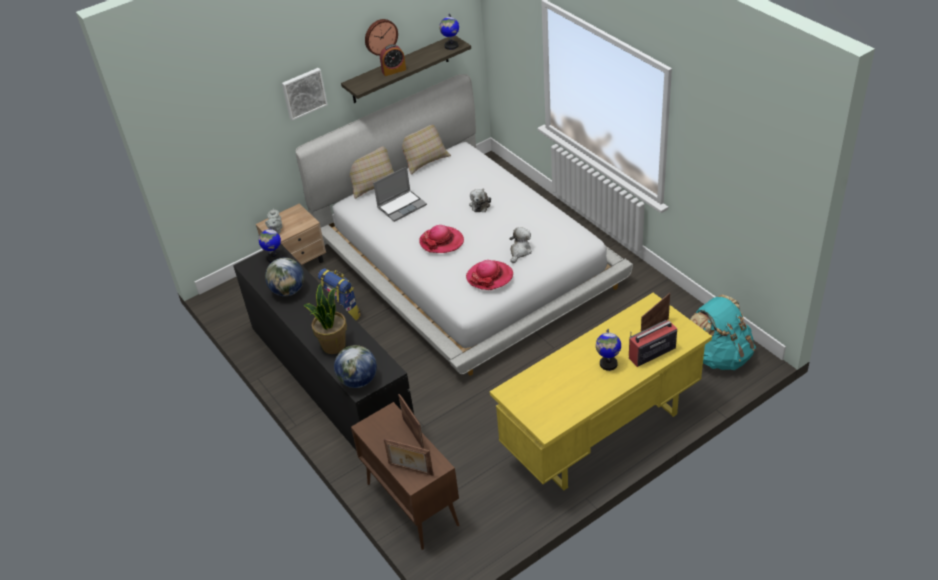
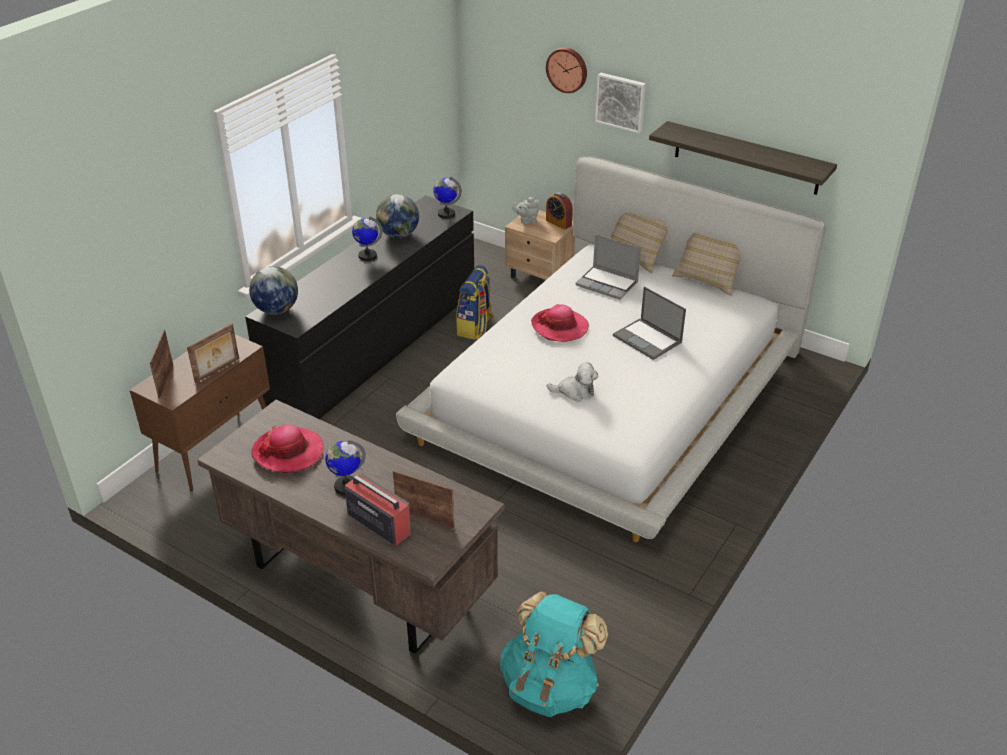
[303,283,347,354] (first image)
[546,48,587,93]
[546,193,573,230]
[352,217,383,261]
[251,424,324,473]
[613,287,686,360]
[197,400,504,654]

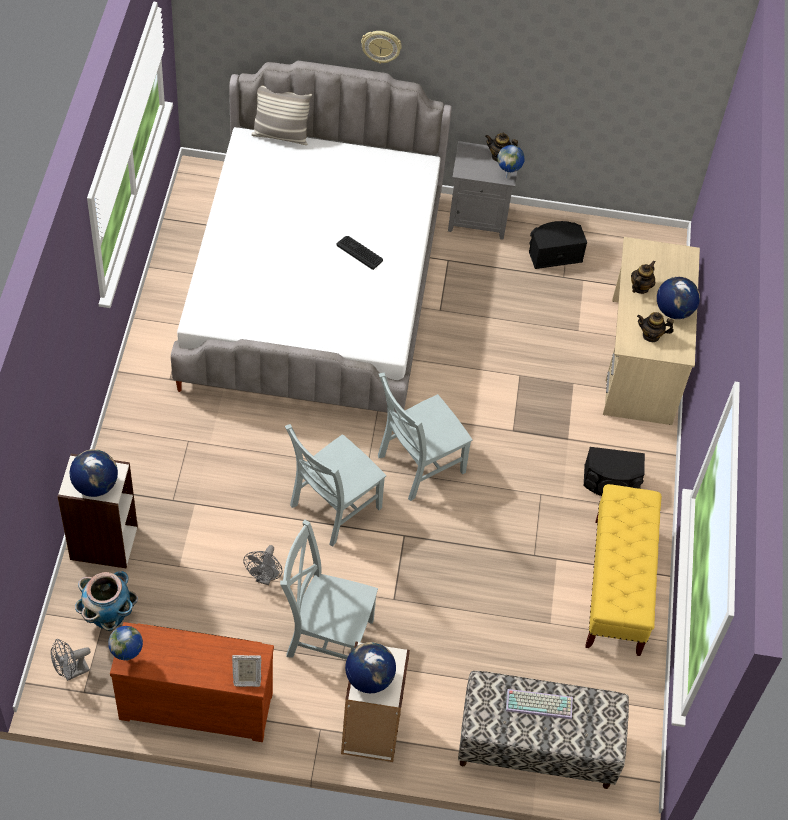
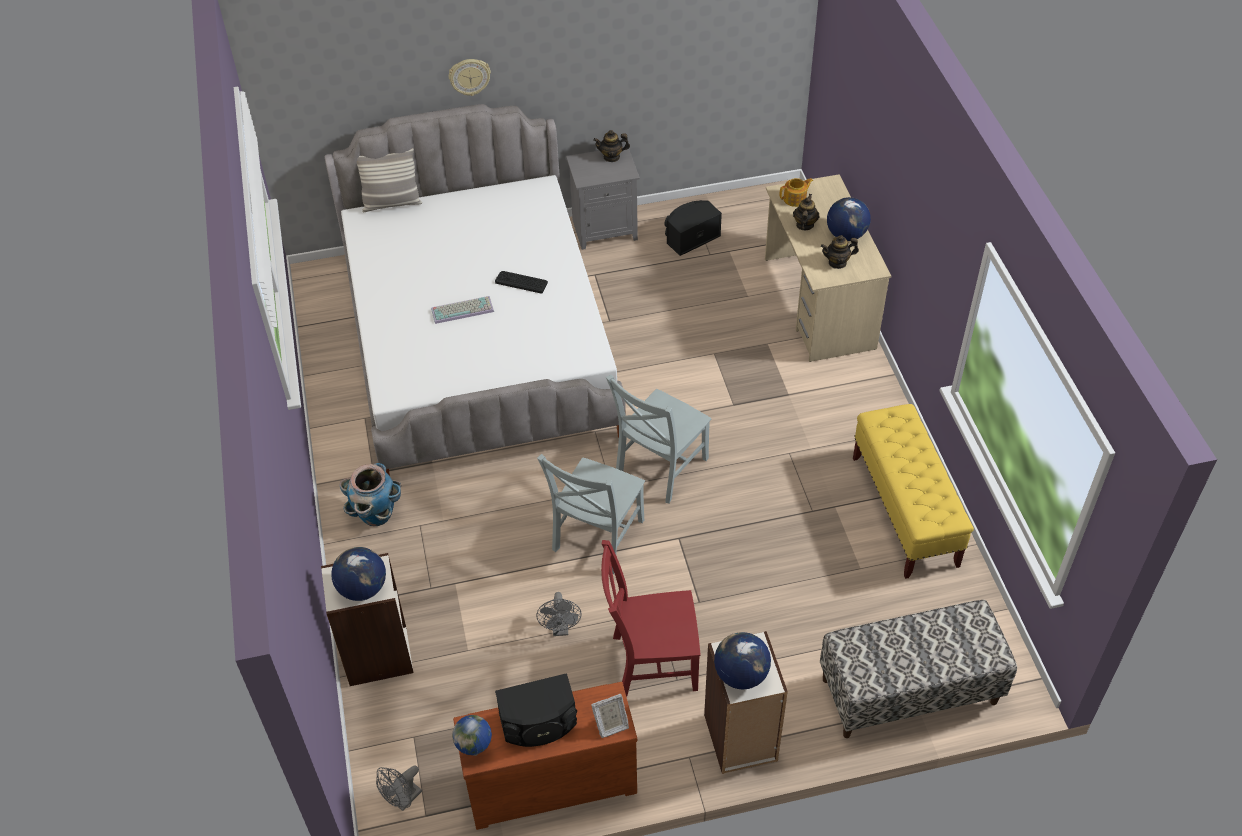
[339,463,401,526]
[601,540,701,697]
[497,145,525,178] (first image)
[431,296,494,324]
[495,673,577,747]
[780,178,813,207]

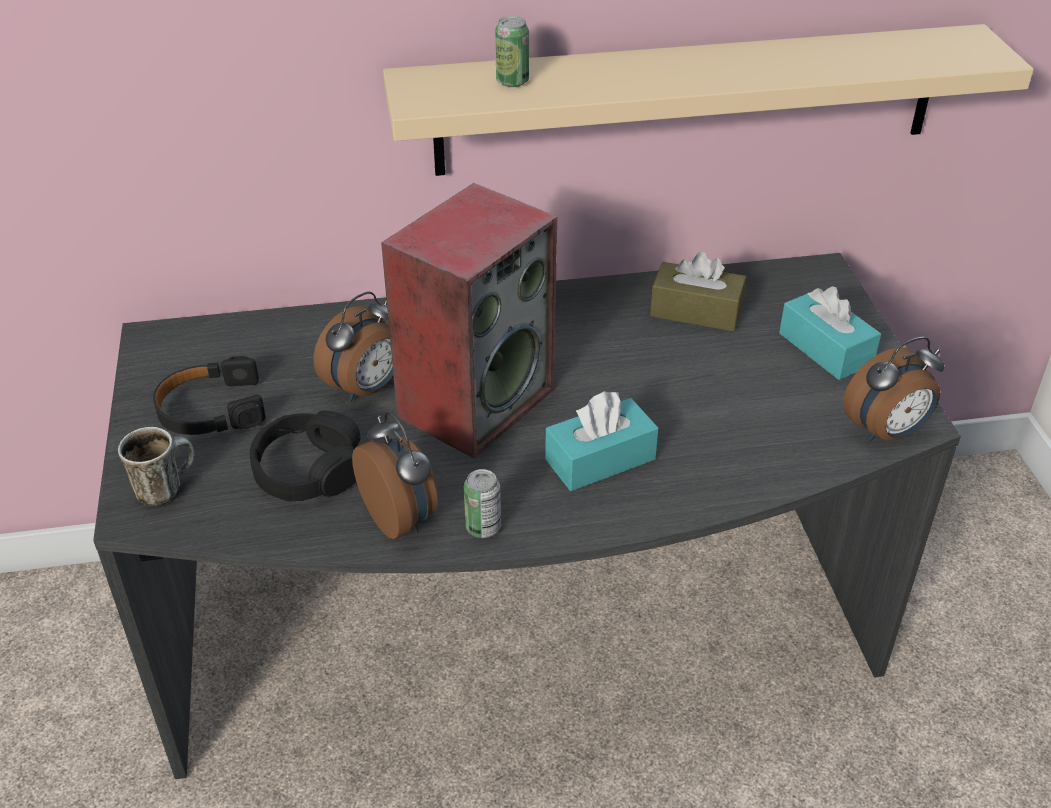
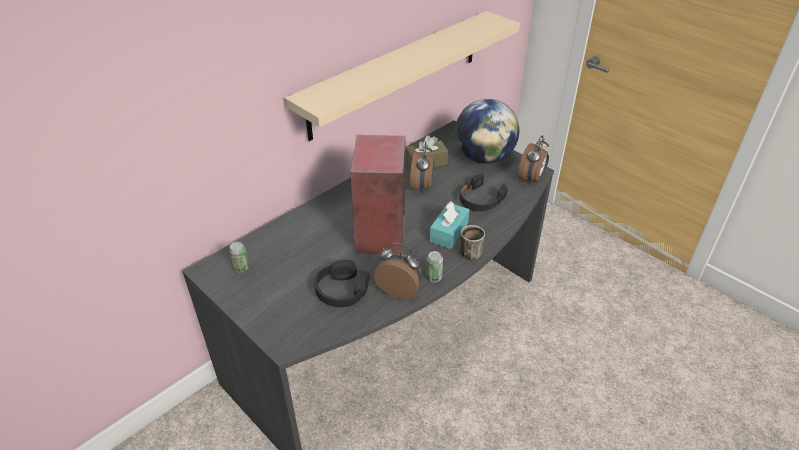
[461,225,485,261]
[459,174,508,211]
[410,142,434,193]
[229,242,249,272]
[455,99,519,164]

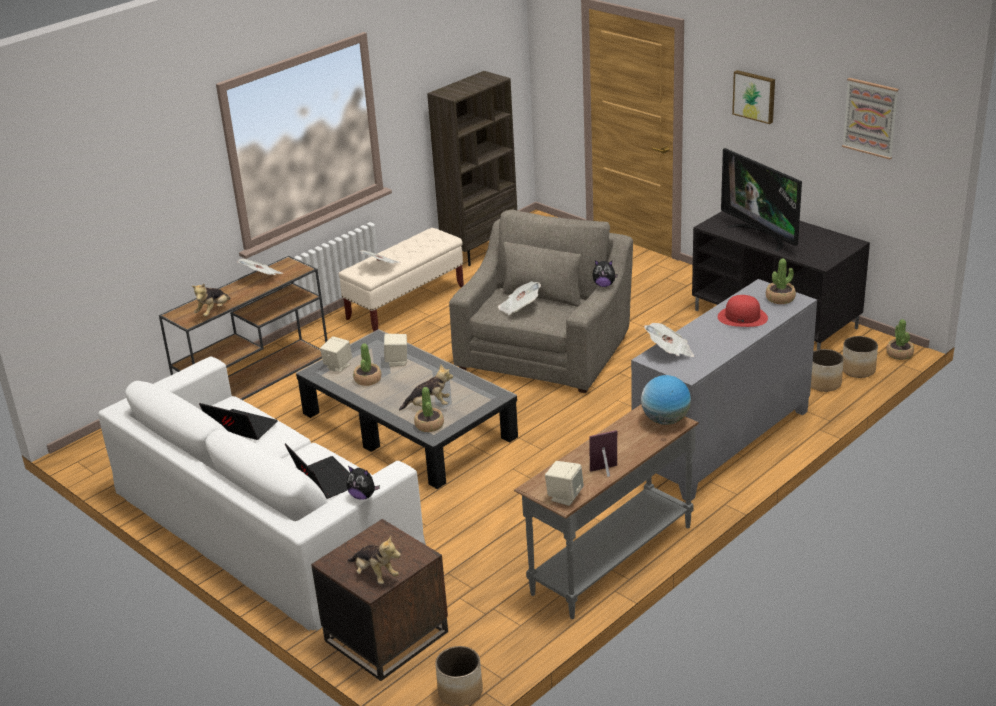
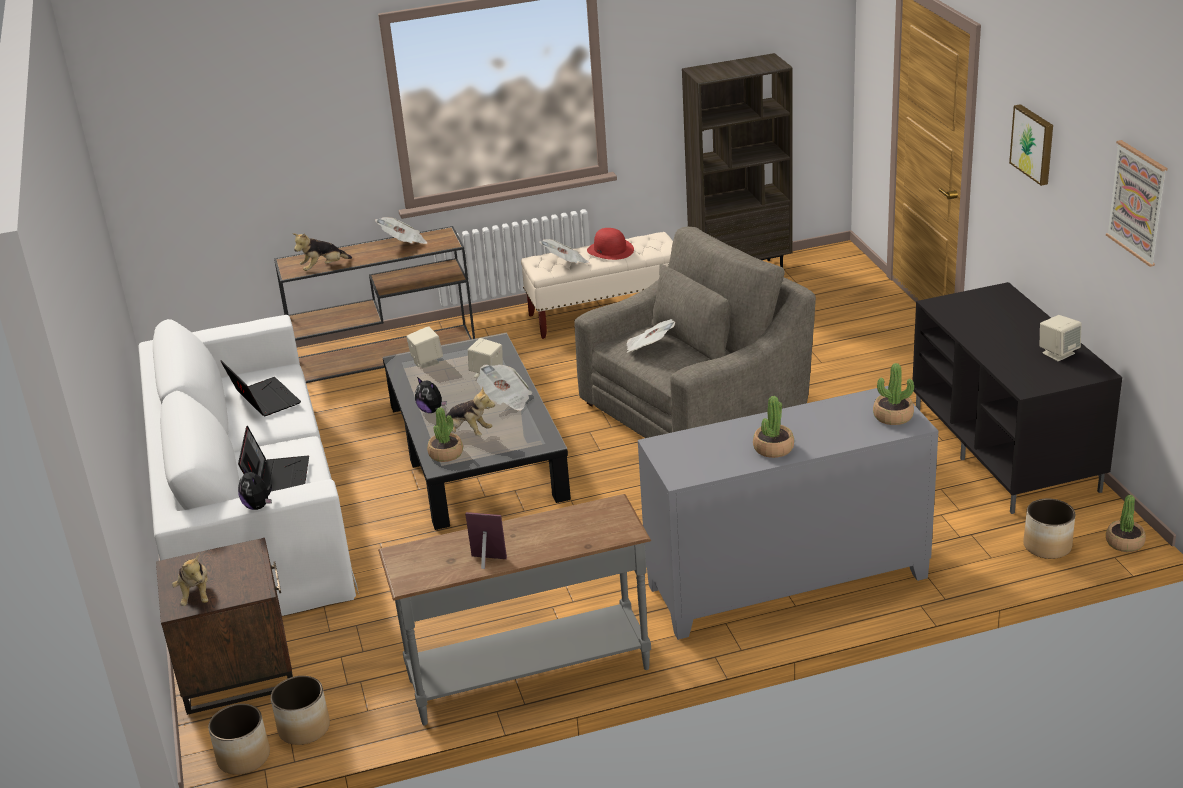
[753,396,794,458]
[1039,315,1082,361]
[415,377,447,413]
[641,375,691,425] (first image)
[477,365,532,411]
[587,228,634,260]
[721,148,802,252] (first image)
[271,676,330,745]

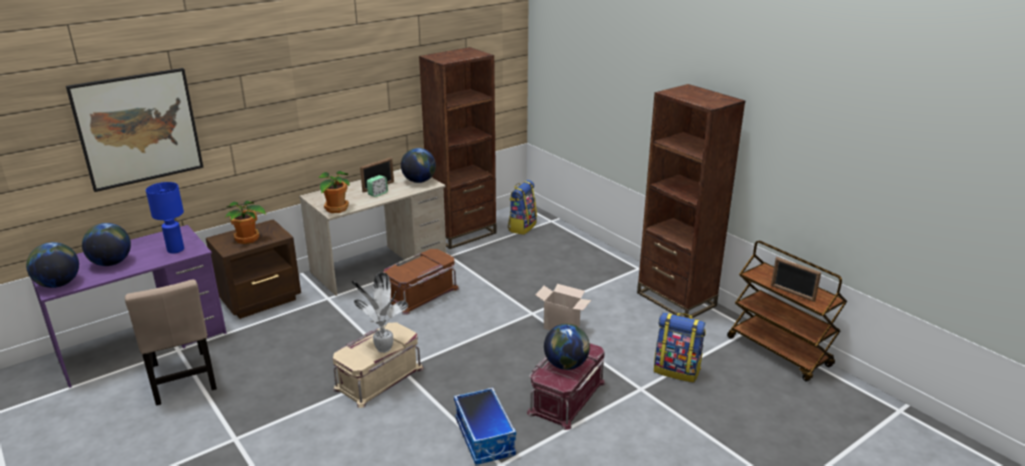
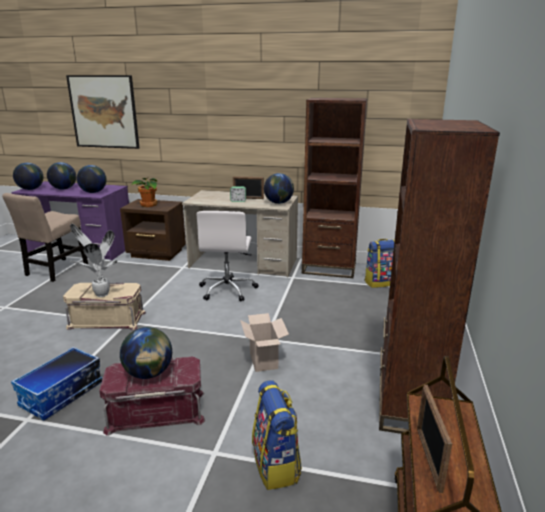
[77,165,107,193]
[319,171,350,213] (first image)
[196,211,259,302]

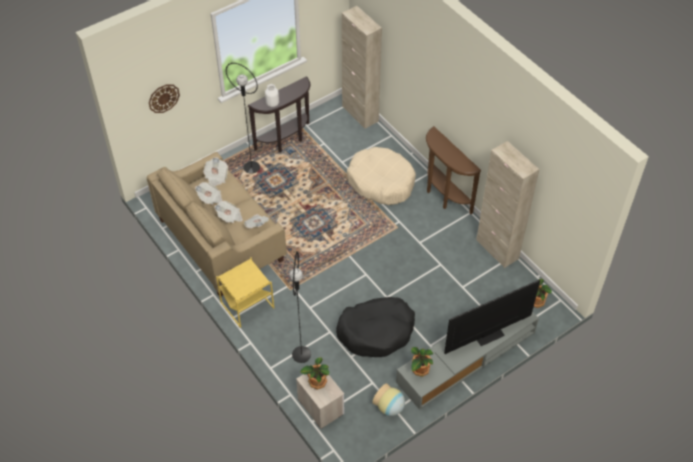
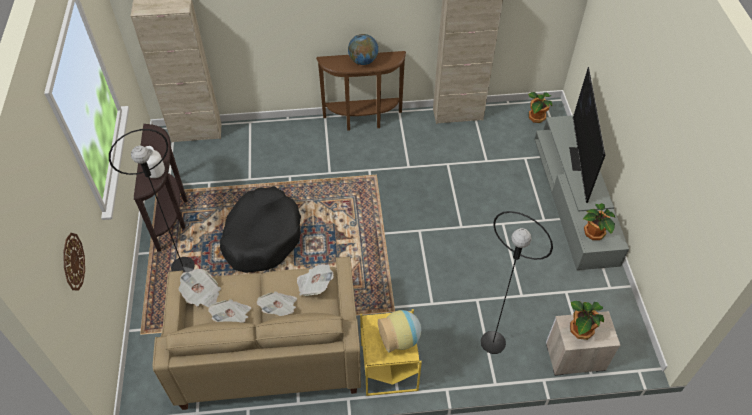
[220,187,301,273]
[347,147,416,205] (first image)
[378,310,421,353]
[348,34,378,65]

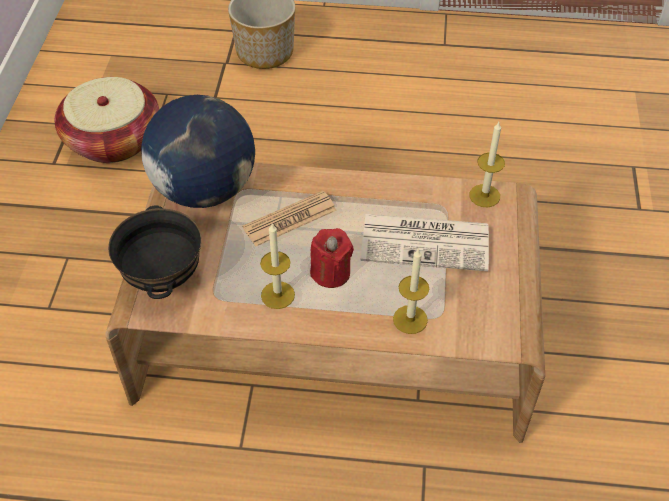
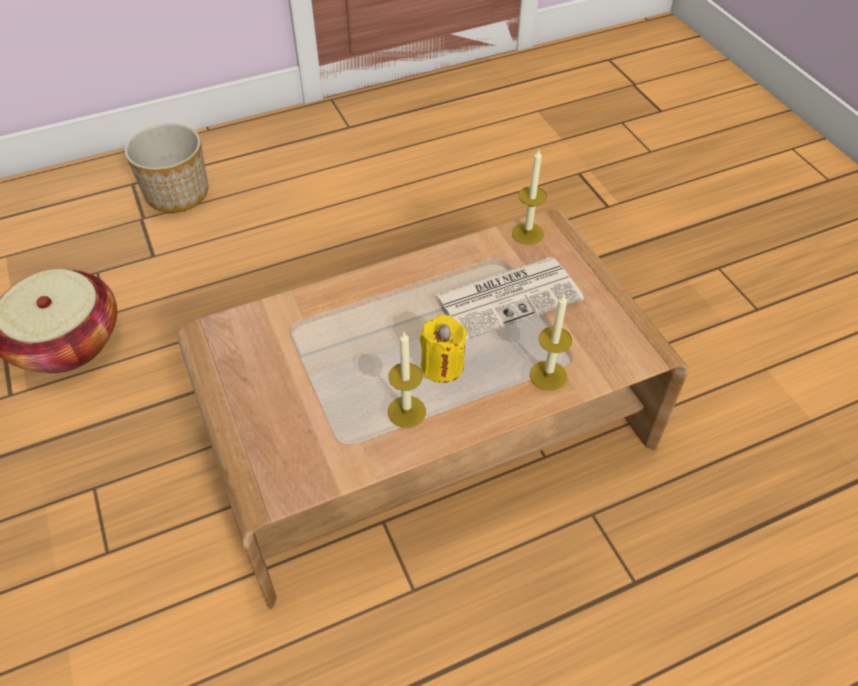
[108,205,201,299] (first image)
[141,95,255,208] (first image)
[242,191,337,247] (first image)
[420,315,467,383]

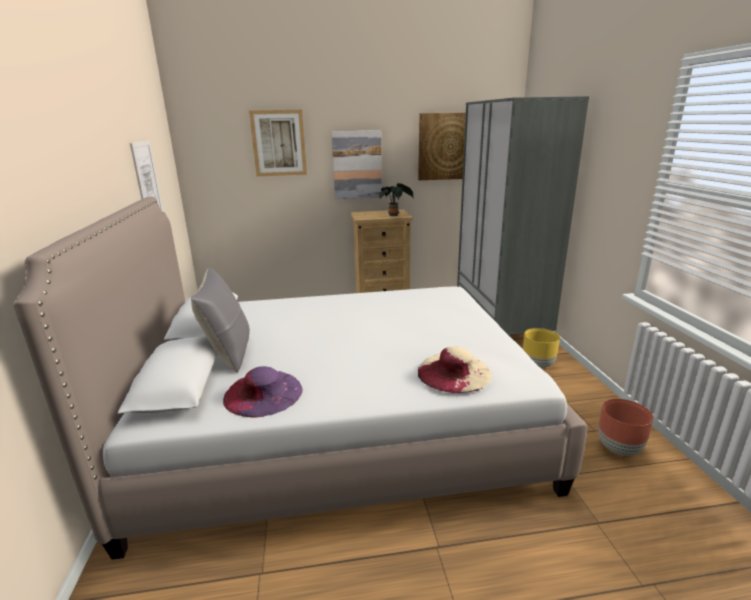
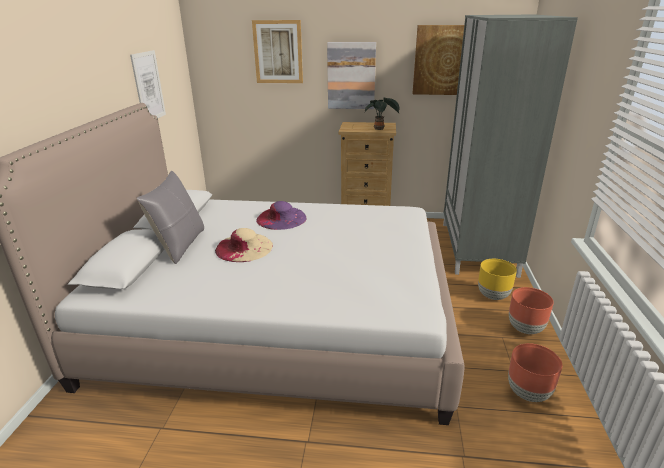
[256,201,307,230]
[215,228,273,262]
[509,287,554,334]

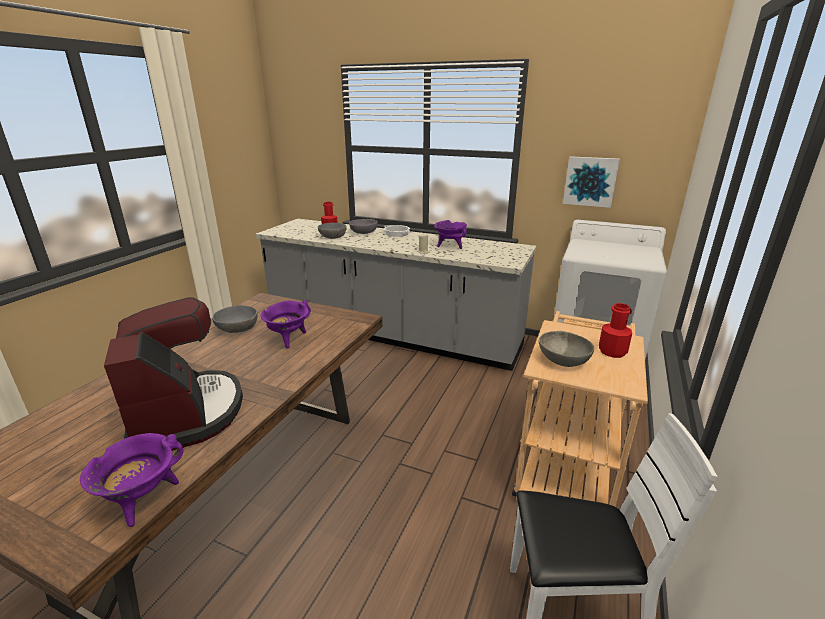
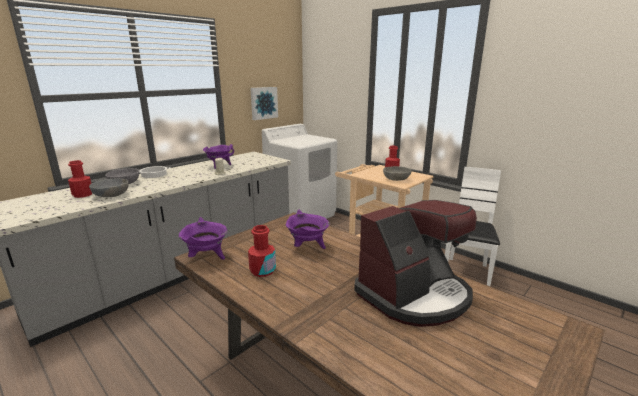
[179,217,227,260]
[354,200,477,327]
[248,225,276,277]

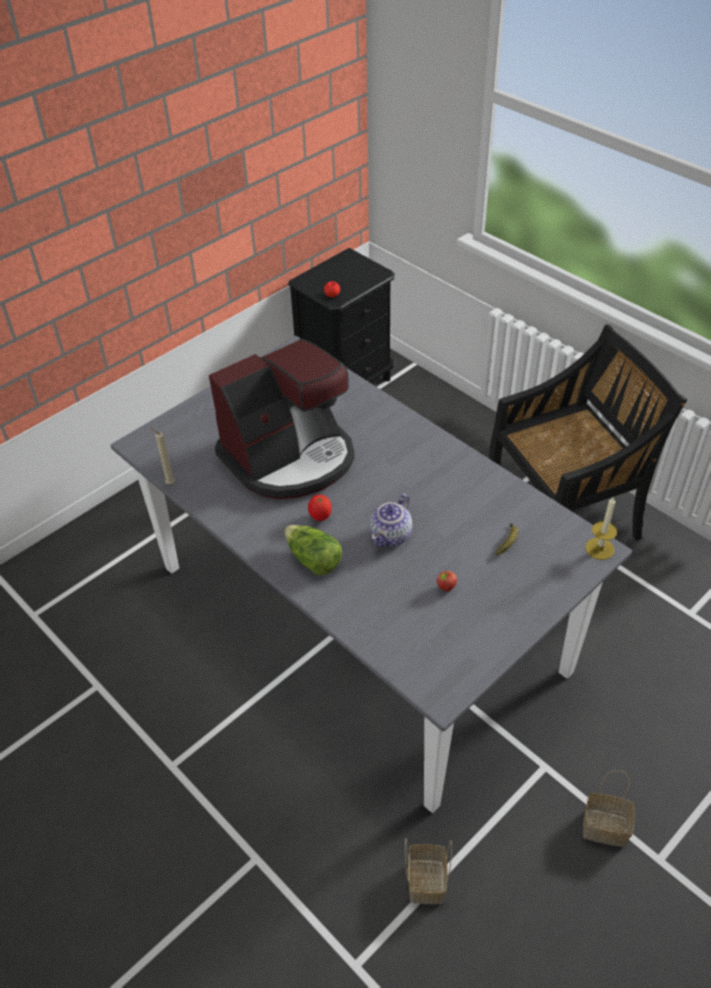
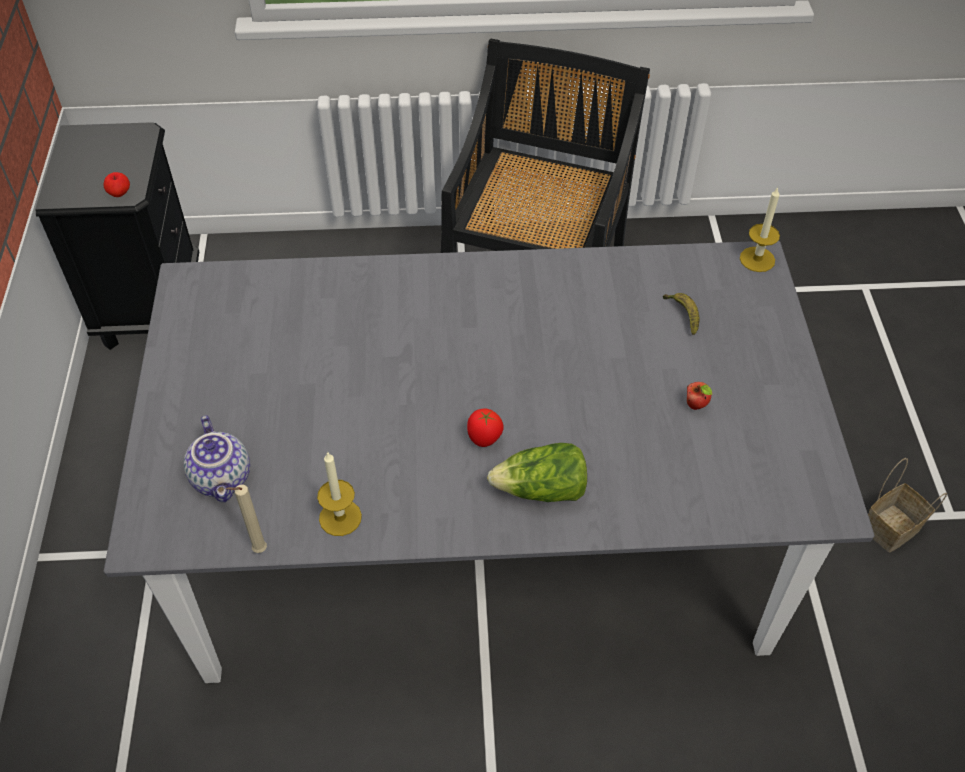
[209,339,355,499] (first image)
[184,415,250,502]
[405,839,452,904] (first image)
[317,451,362,536]

